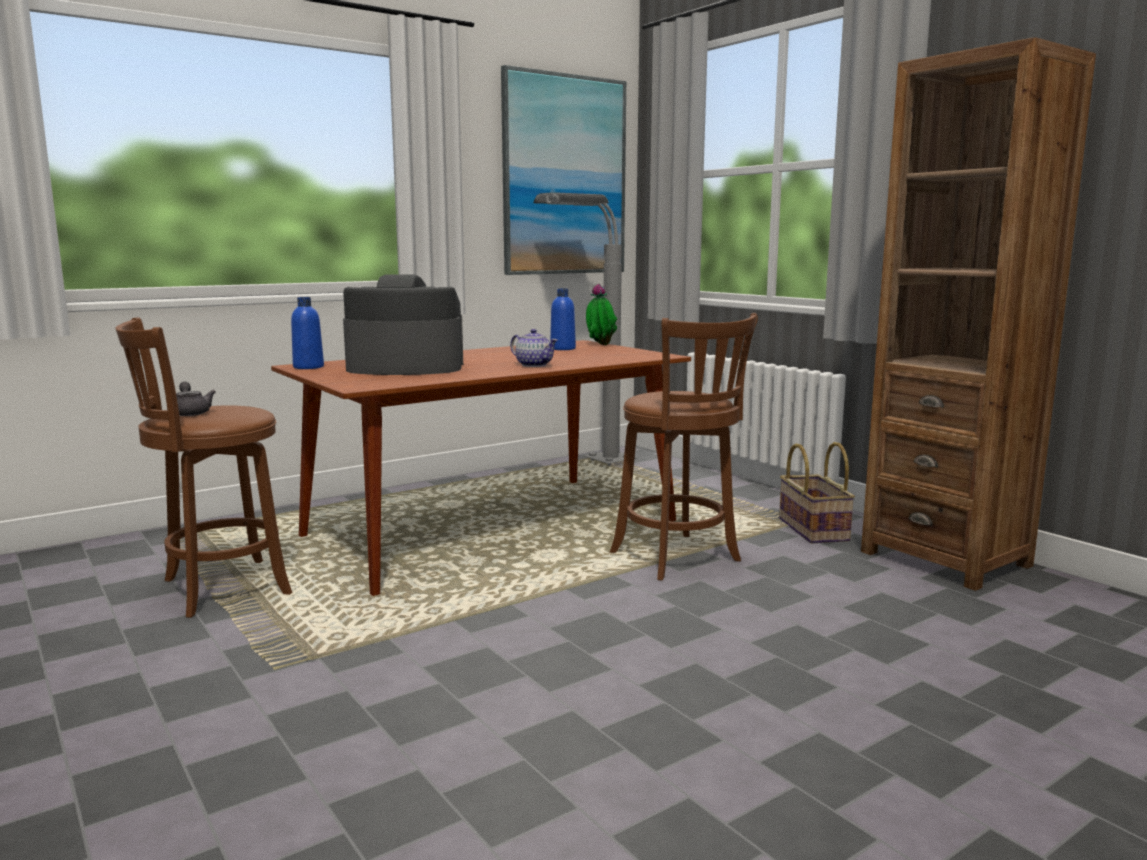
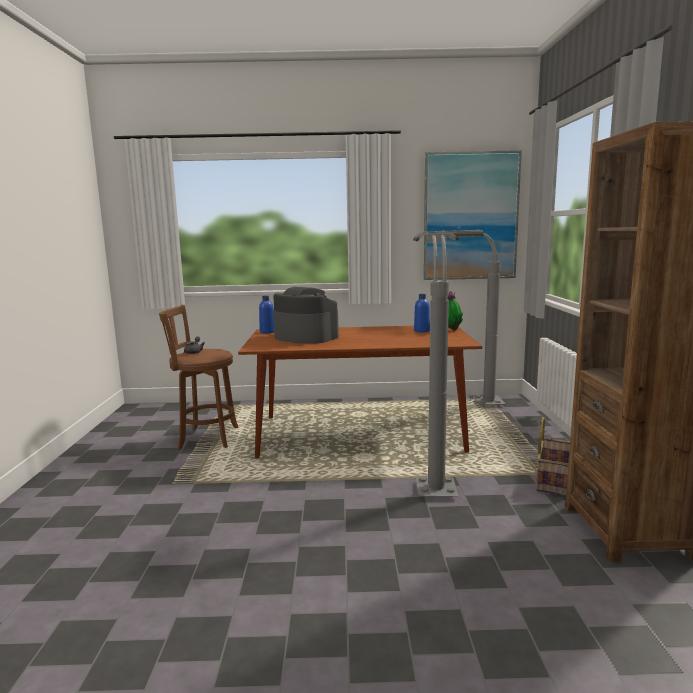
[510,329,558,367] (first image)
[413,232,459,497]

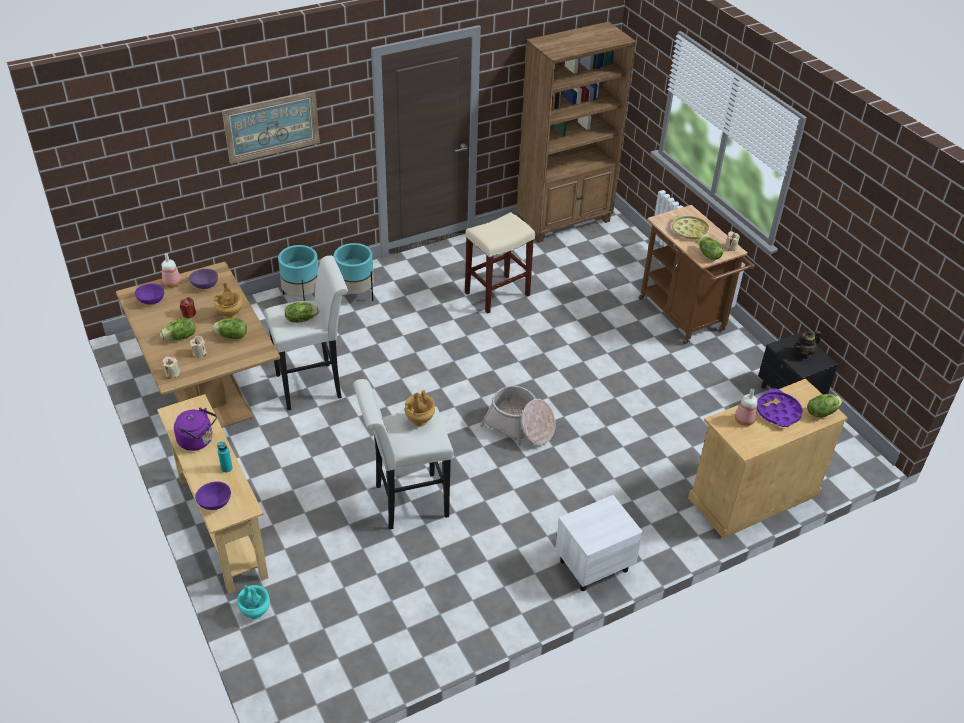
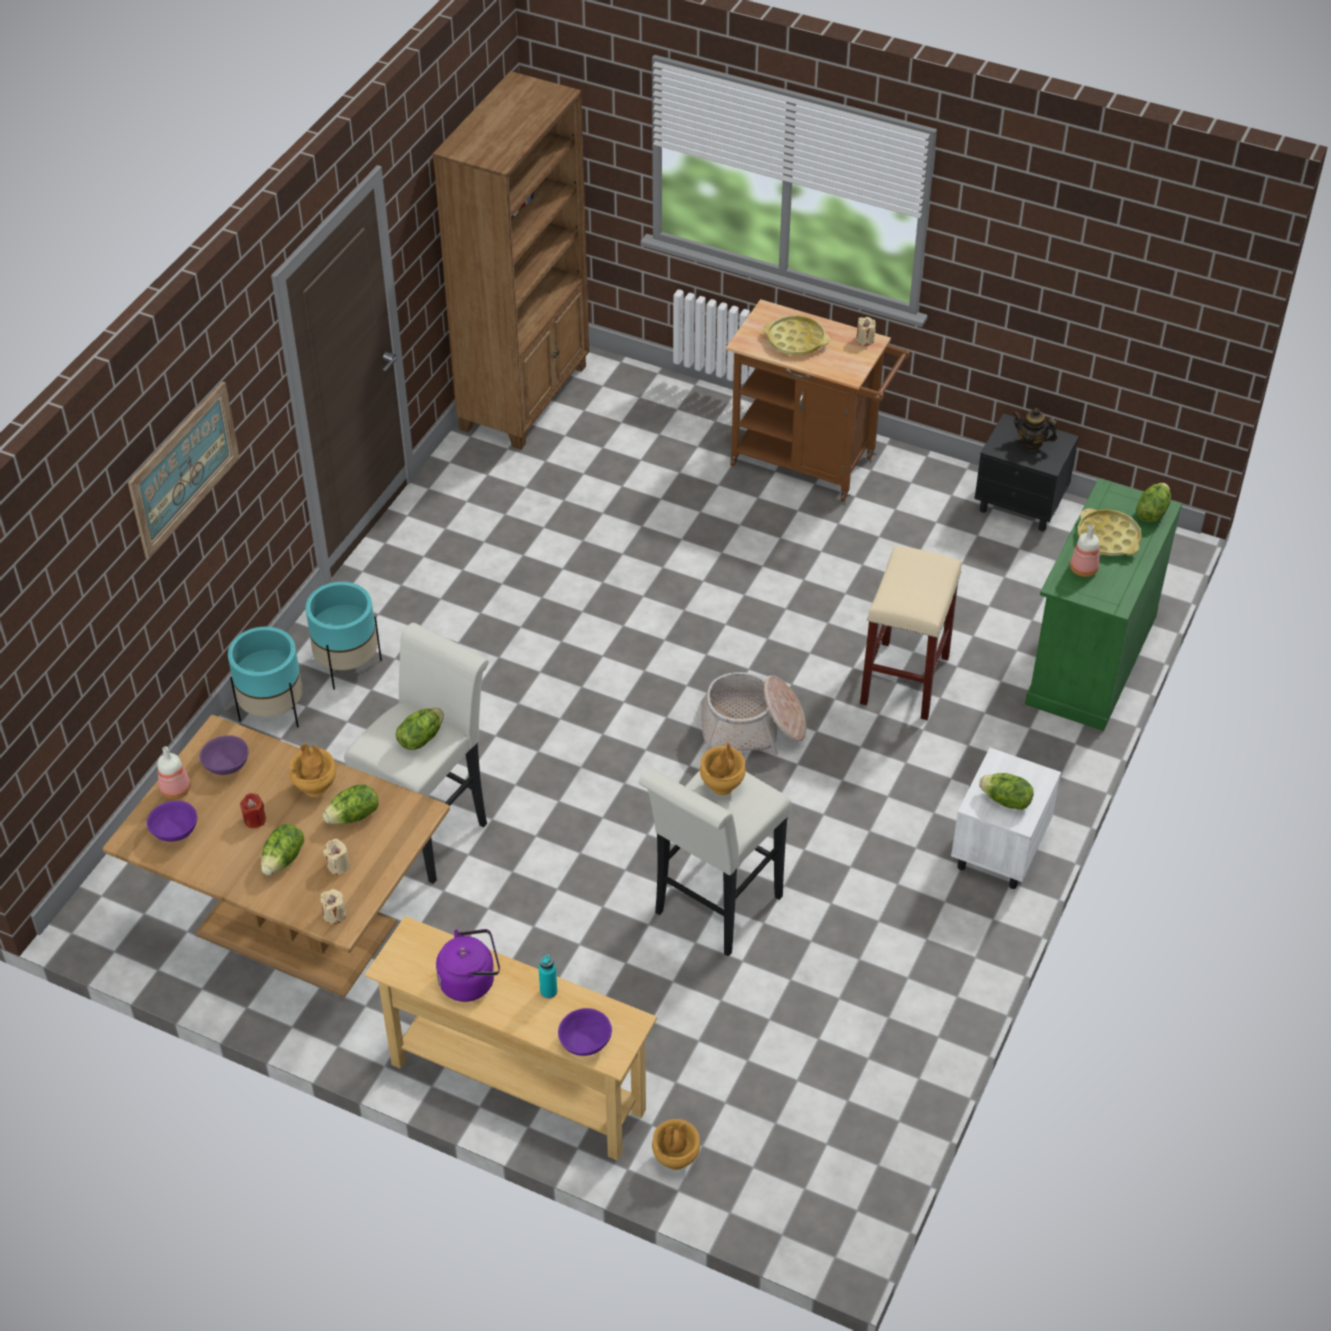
[652,1119,700,1170]
[860,546,962,720]
[1025,478,1182,731]
[979,773,1034,810]
[1077,508,1141,556]
[1012,408,1057,451]

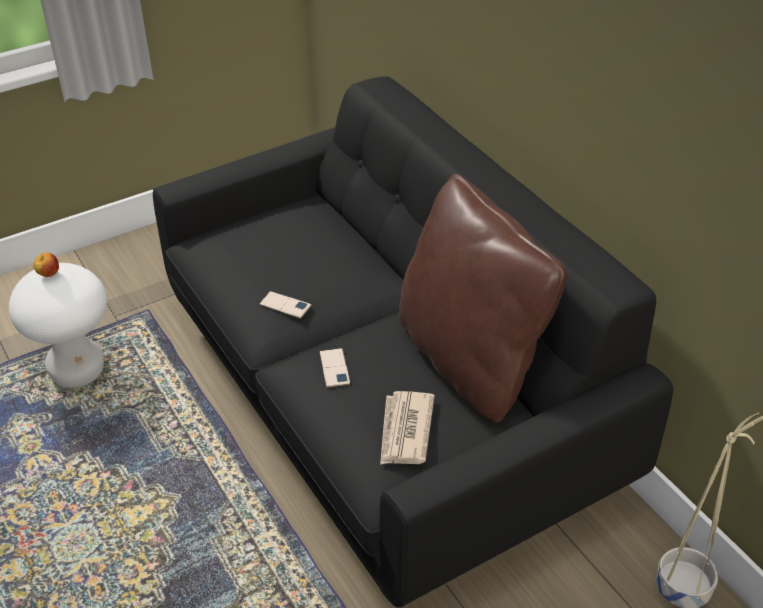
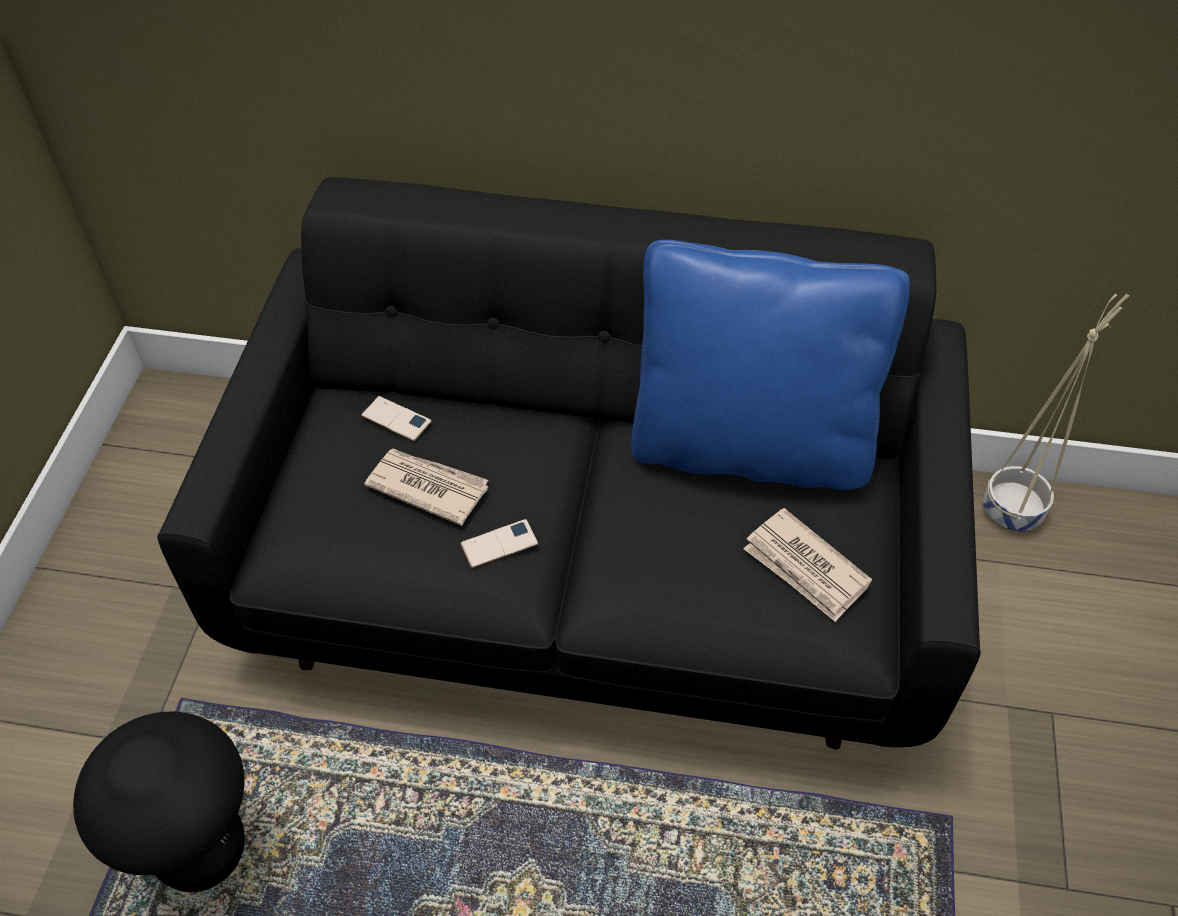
[73,711,245,892]
[33,252,59,277] (first image)
[361,396,432,441]
[631,240,910,490]
[364,448,488,526]

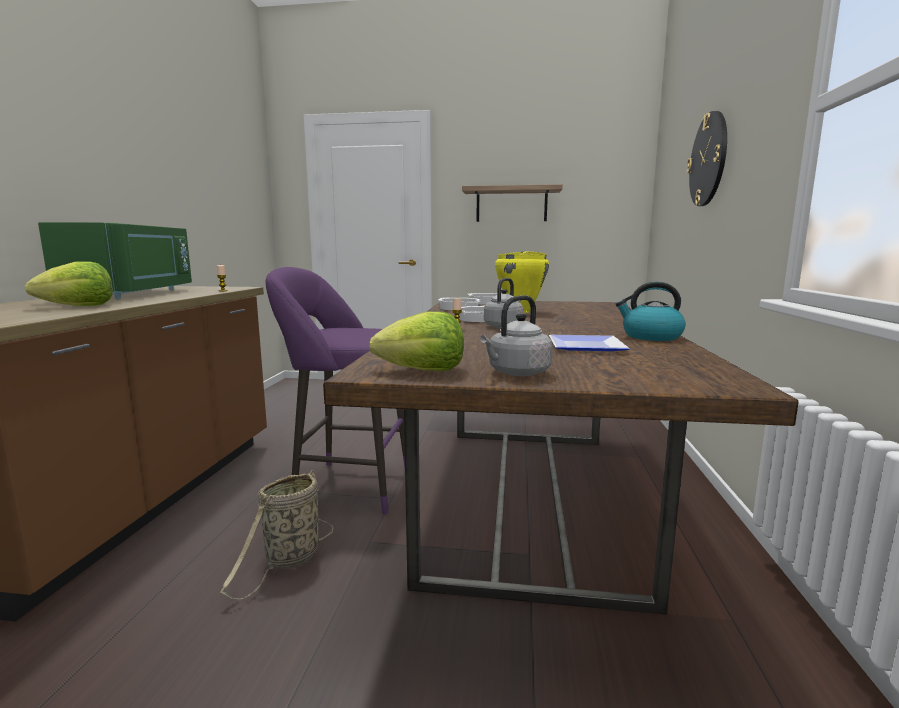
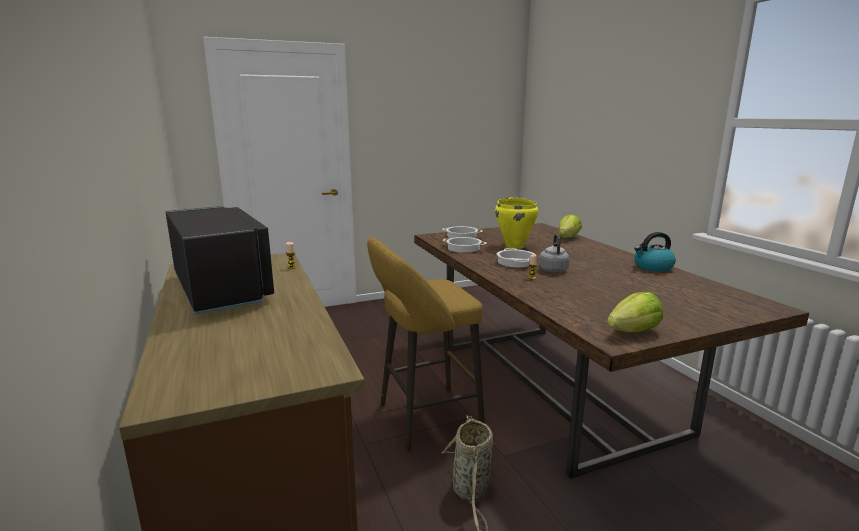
[558,214,582,238]
[165,206,274,315]
[367,238,485,451]
[462,184,563,222] (first image)
[480,295,552,376] (first image)
[549,335,630,351] (first image)
[687,111,727,206] (first image)

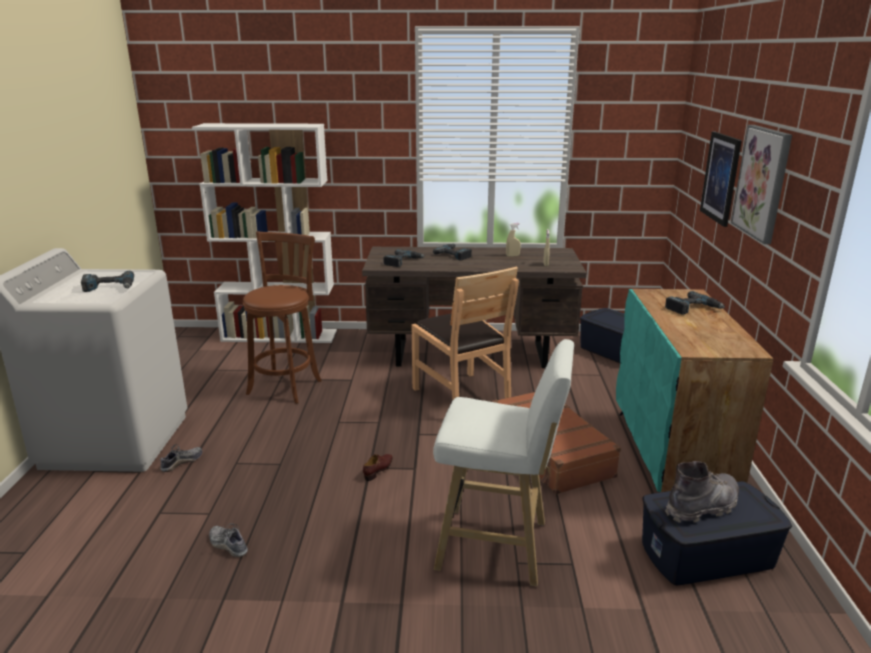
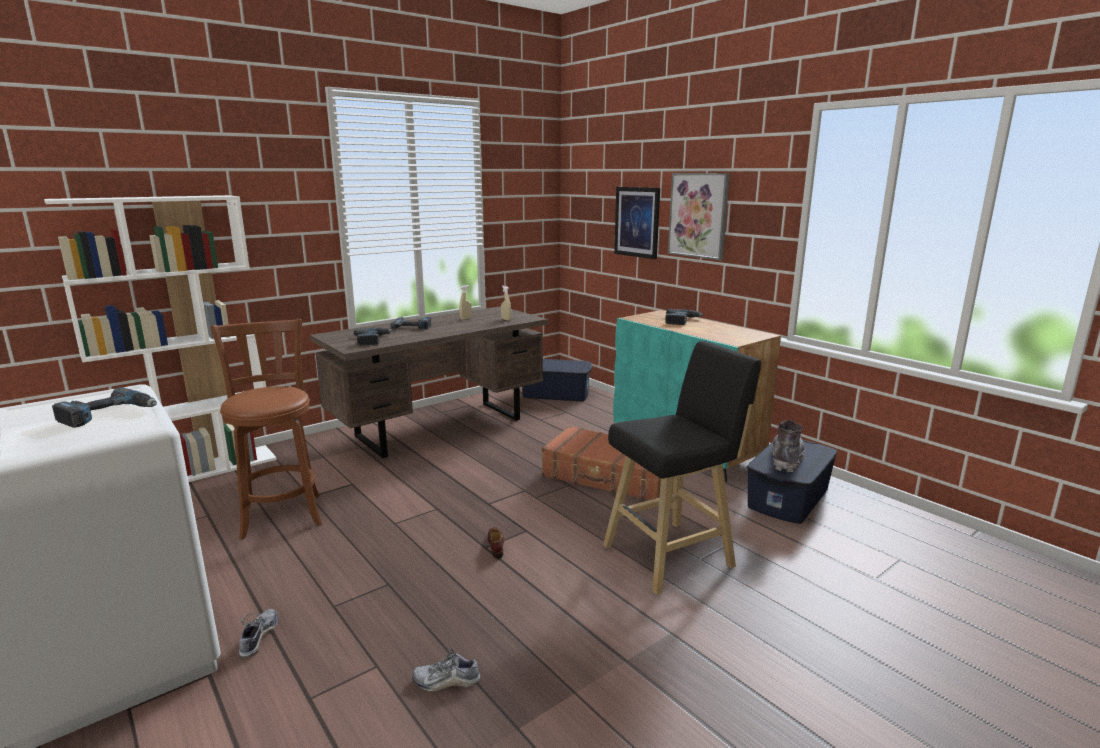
[412,267,519,401] (first image)
[603,341,761,595]

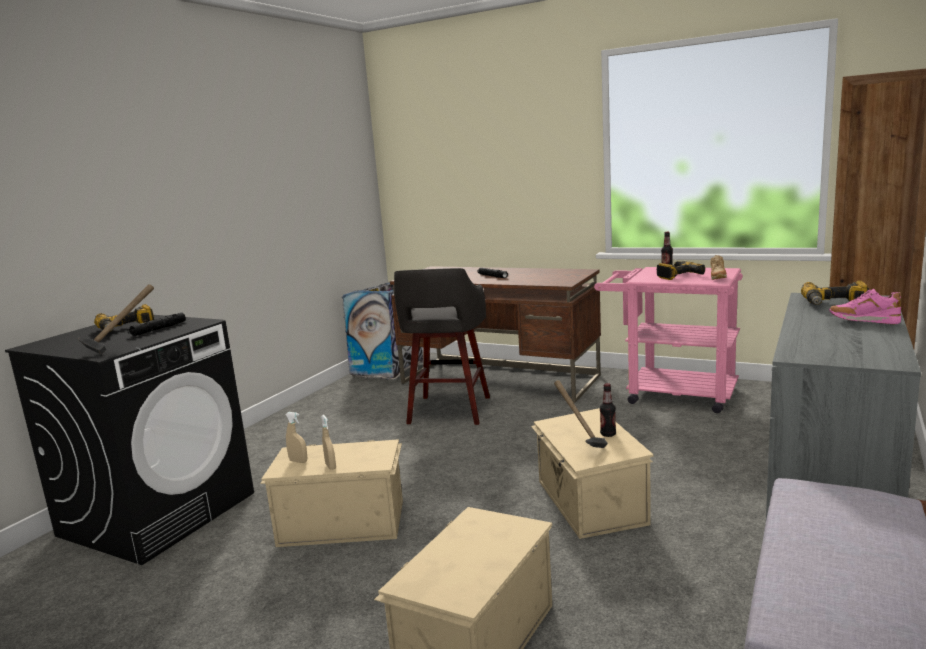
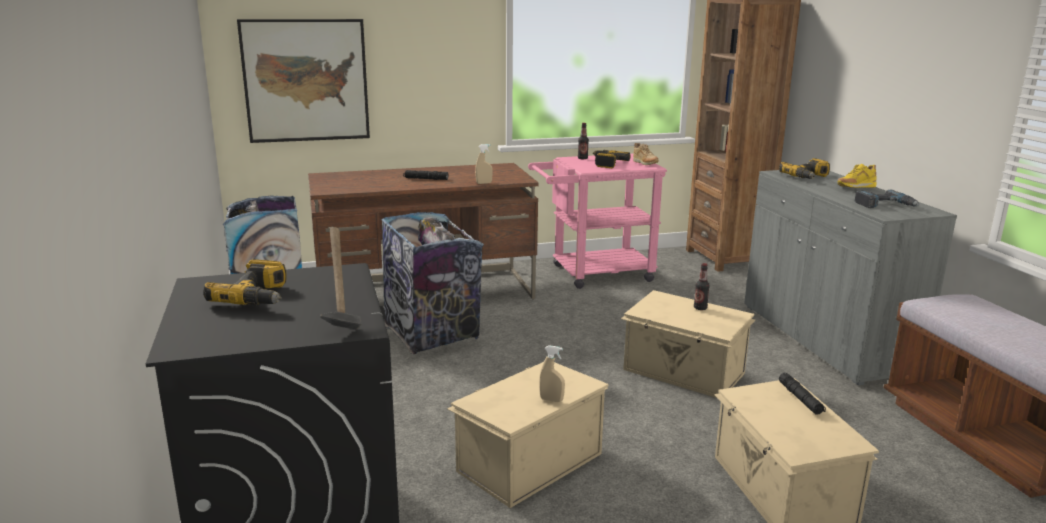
[779,373,826,415]
[475,144,493,184]
[381,212,484,354]
[554,380,608,448] (first image)
[838,164,877,188]
[237,19,370,143]
[855,190,919,208]

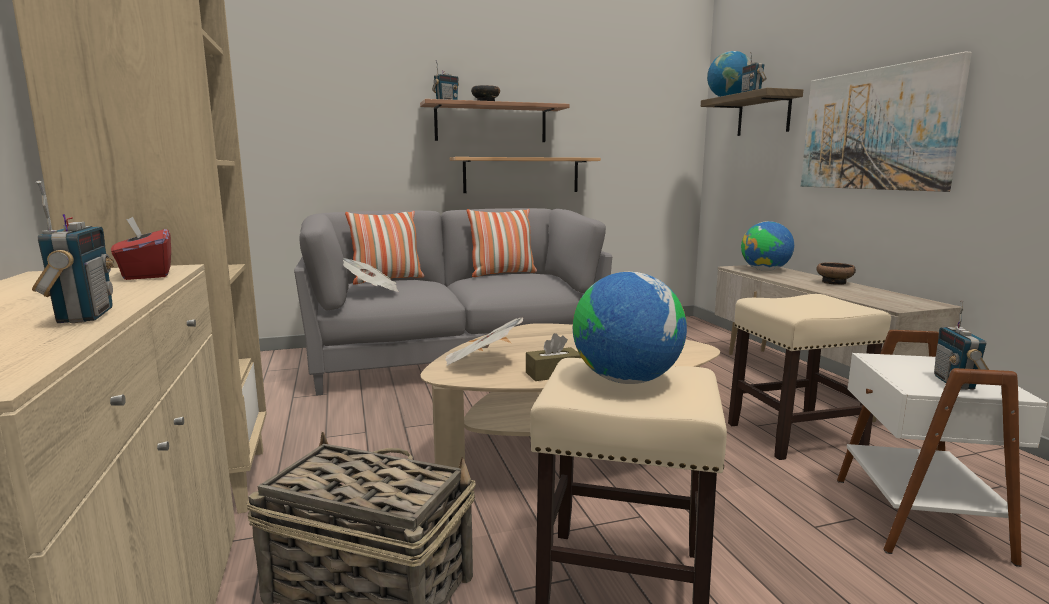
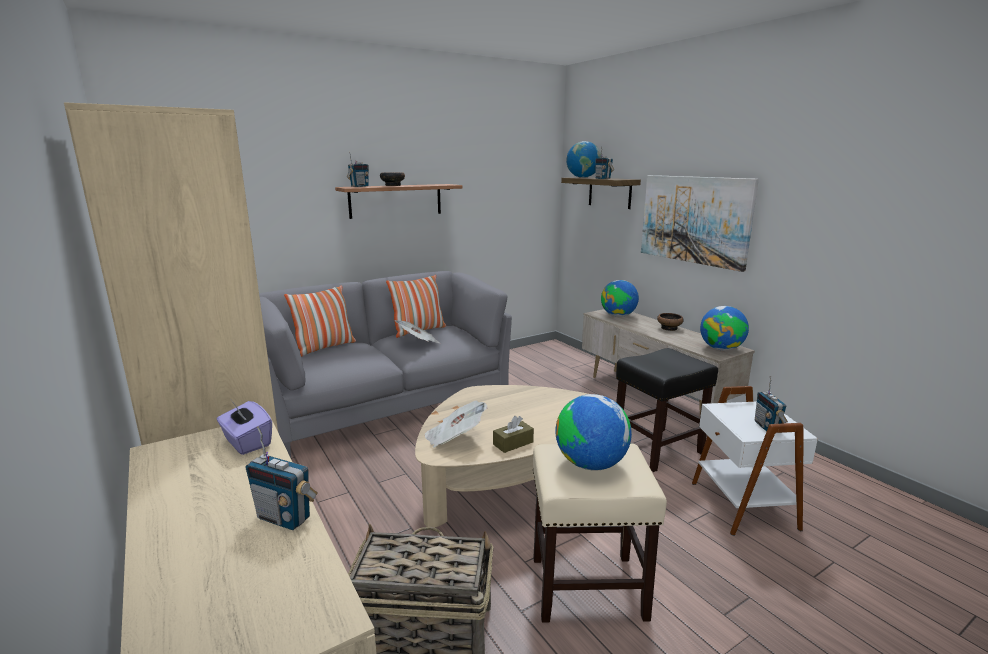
[245,426,318,530]
[217,401,272,455]
[394,320,440,343]
[450,157,601,193] (first image)
[616,348,718,472]
[700,306,749,350]

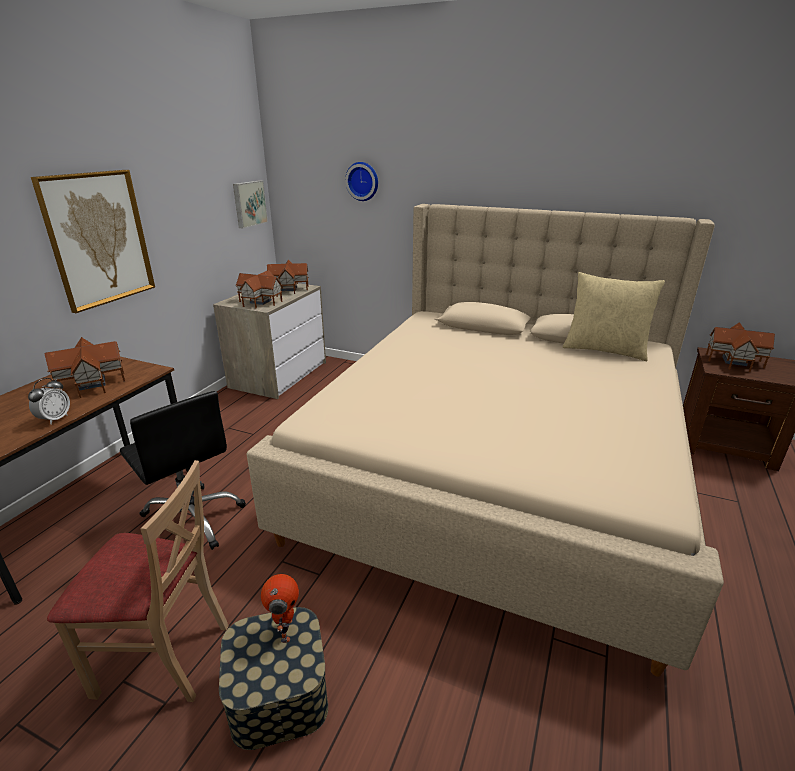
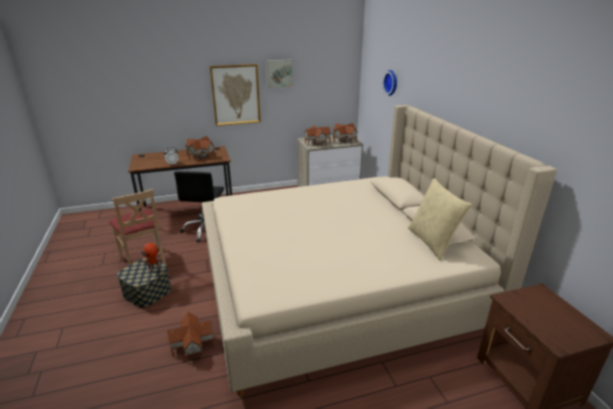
[266,59,293,88]
[167,312,214,363]

